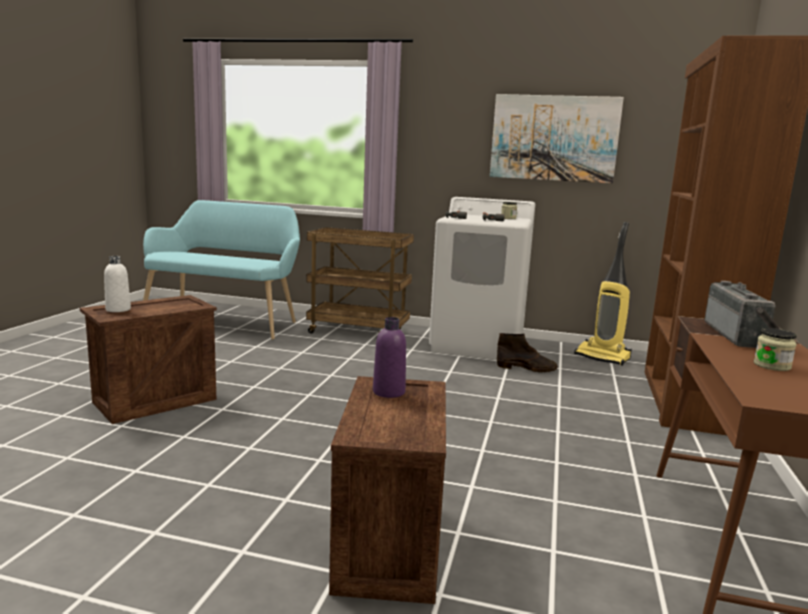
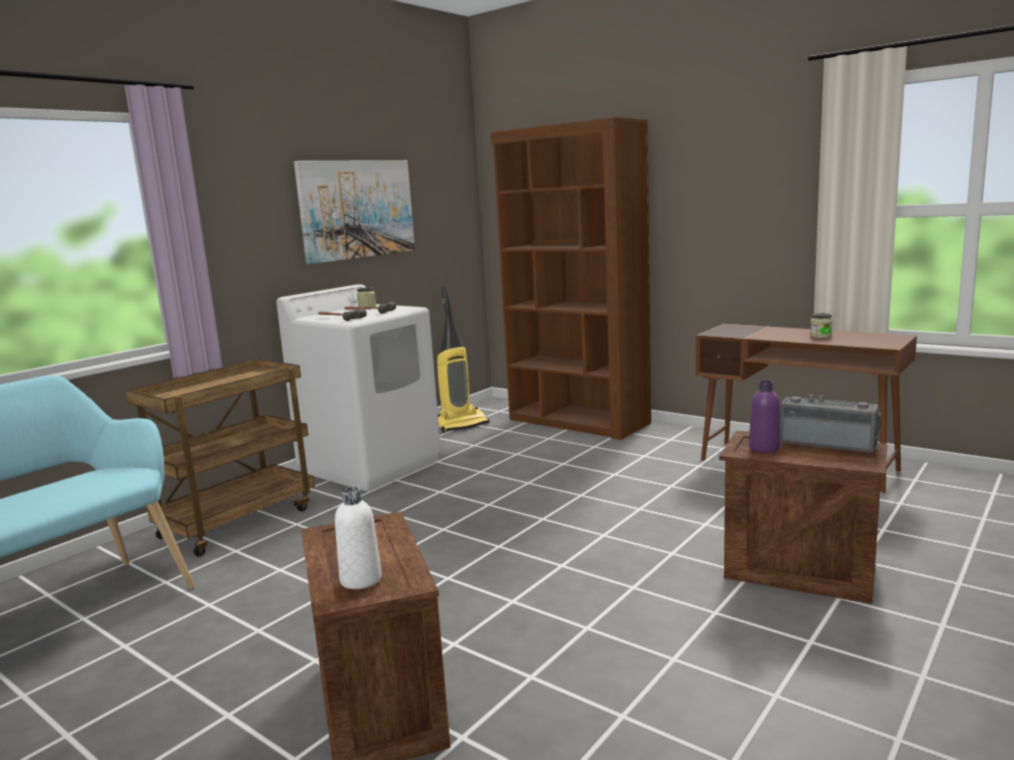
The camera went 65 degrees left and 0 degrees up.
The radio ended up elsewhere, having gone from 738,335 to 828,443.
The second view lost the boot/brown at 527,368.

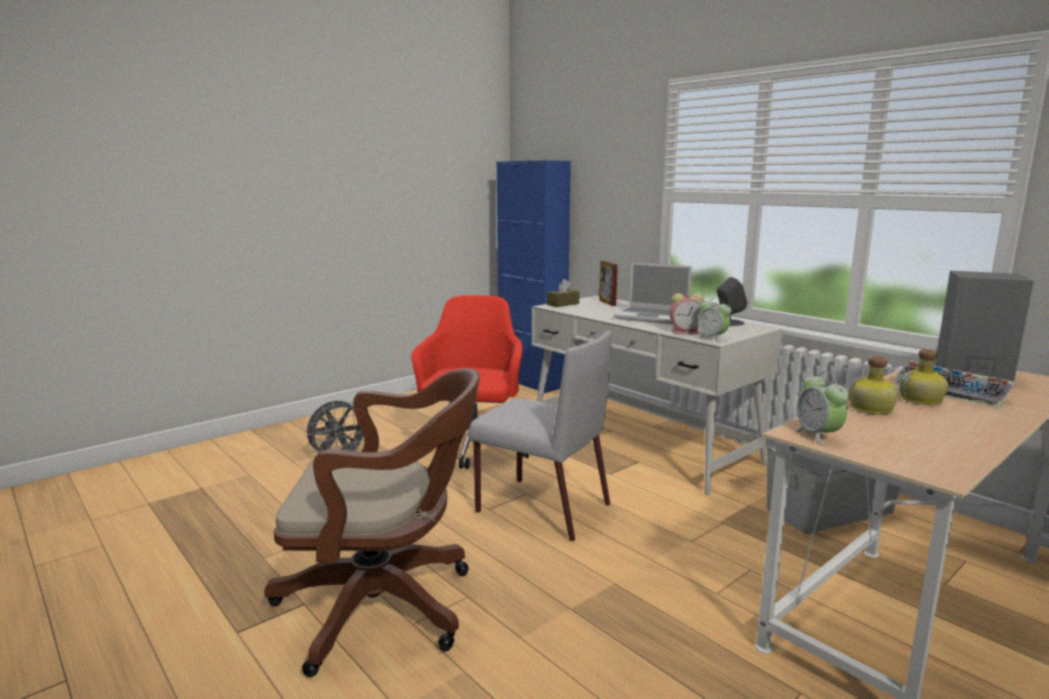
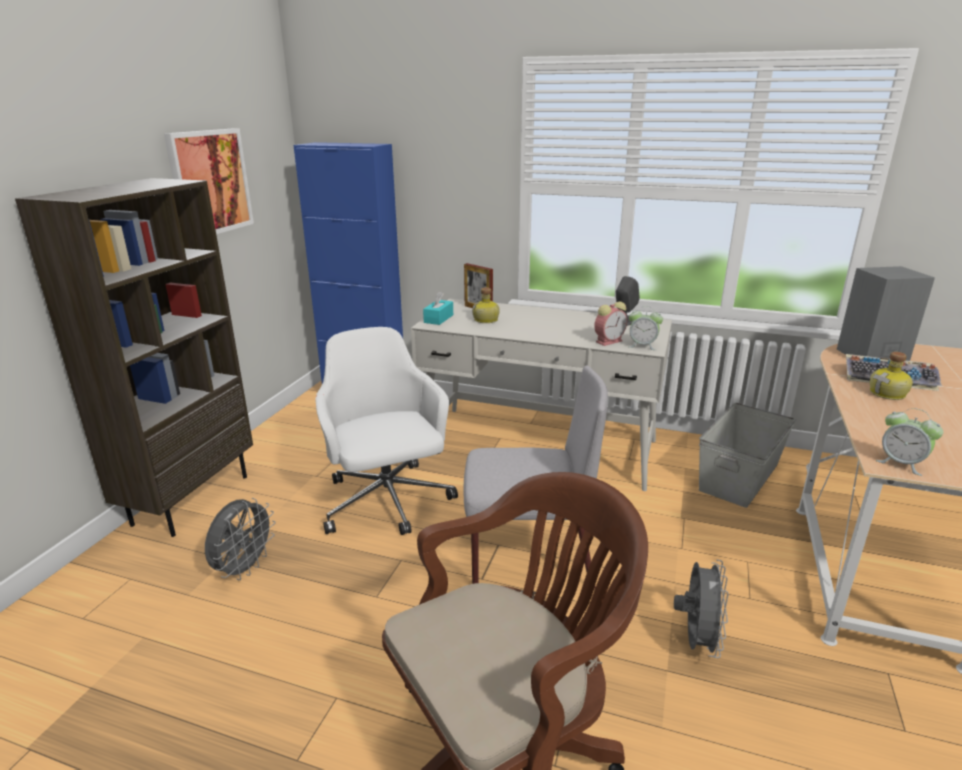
The camera went 30 degrees left and 10 degrees up.
The second view lost the laptop at 653,317.
What was the tissue box/brown at 563,304 turned into the tissue box/turquoise at 438,319.
What was the office chair/red at 472,448 turned into the office chair/white at 387,502.
The bottle ended up elsewhere, having gone from 872,409 to 486,320.
The second view gained the picture at 210,182.
The second view gained the bookcase/brown at 191,499.
The second view gained the fan/grey at 696,641.

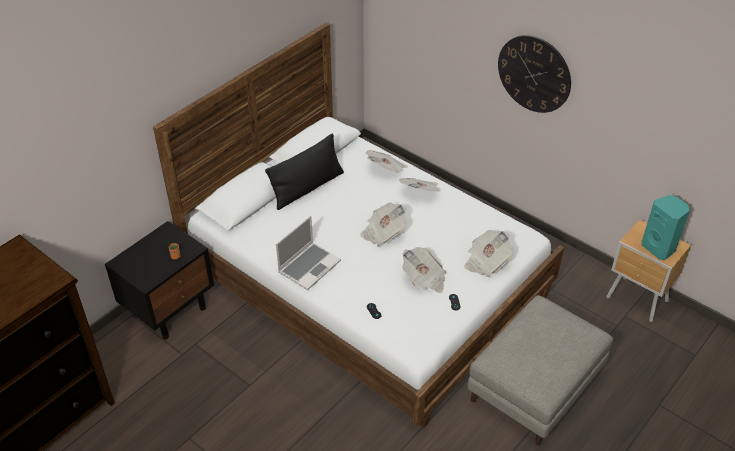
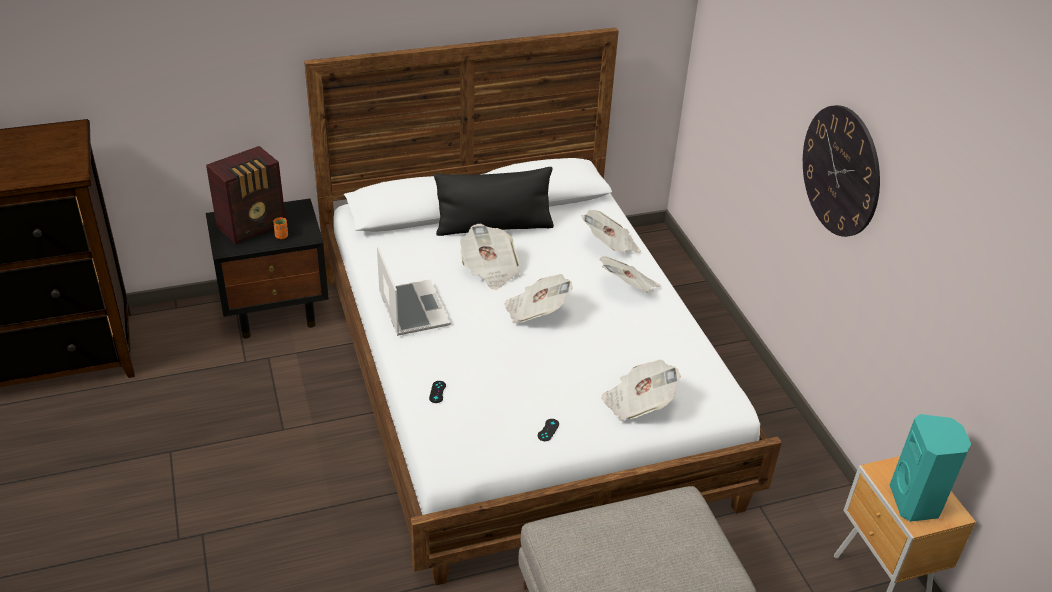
The camera went 30 degrees right and 5 degrees down.
The laptop at 309,266 ended up facing another way, 90 degrees counterclockwise from before.
The newspaper ended up elsewhere, having gone from 424,279 to 490,270.
The second view gained the radio at 253,225.

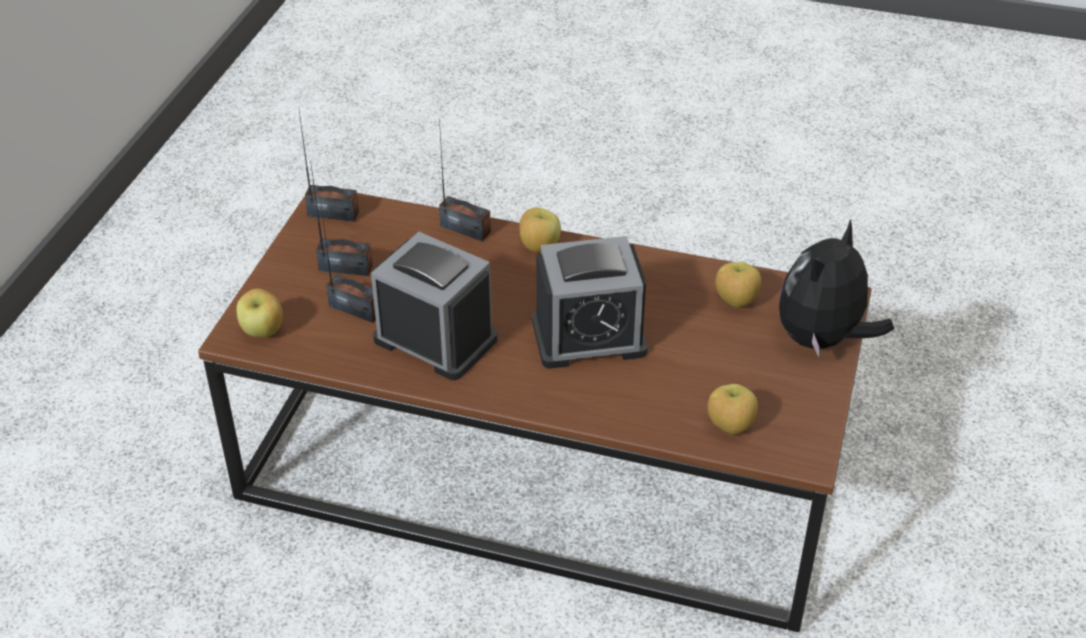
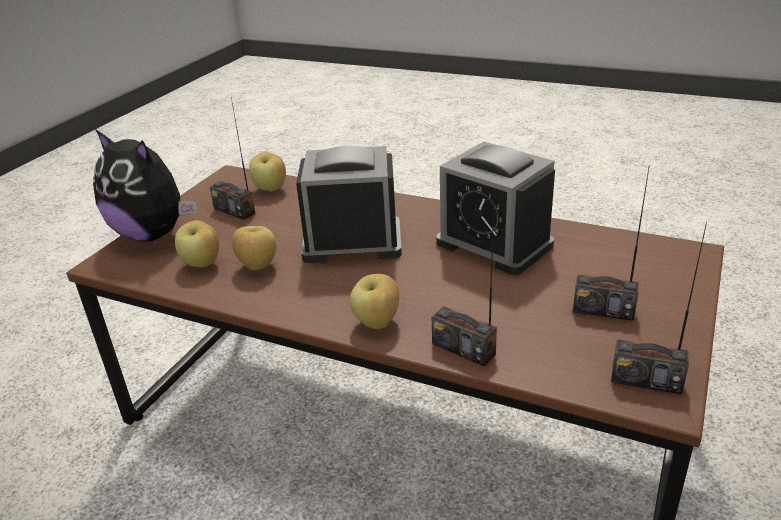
The camera went 170 degrees left and 10 degrees down.
The radio ended up elsewhere, having gone from 355,309 to 234,211.
The plush toy at 822,339 ended up facing another way, 75 degrees clockwise from before.
The apple ended up elsewhere, having gone from 263,331 to 257,266.

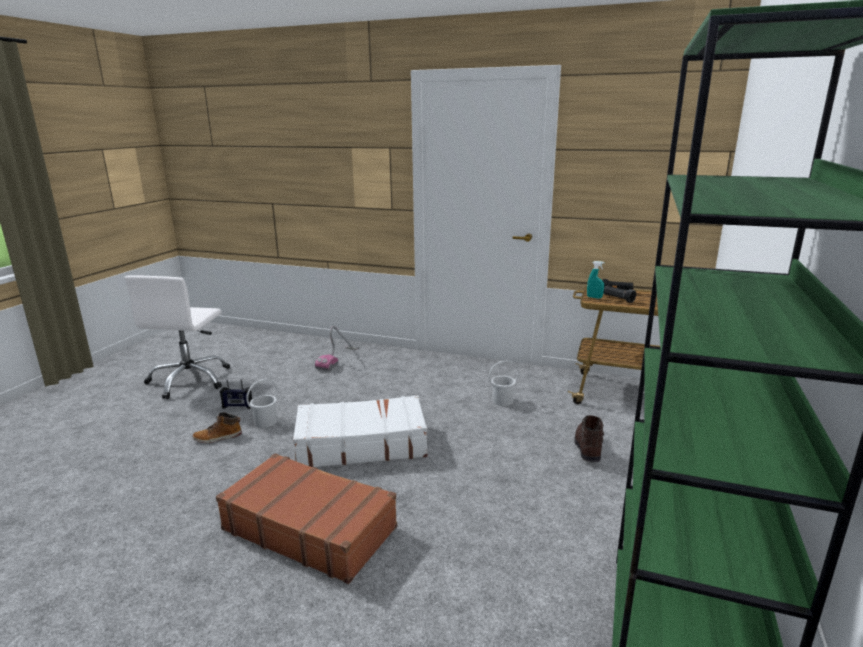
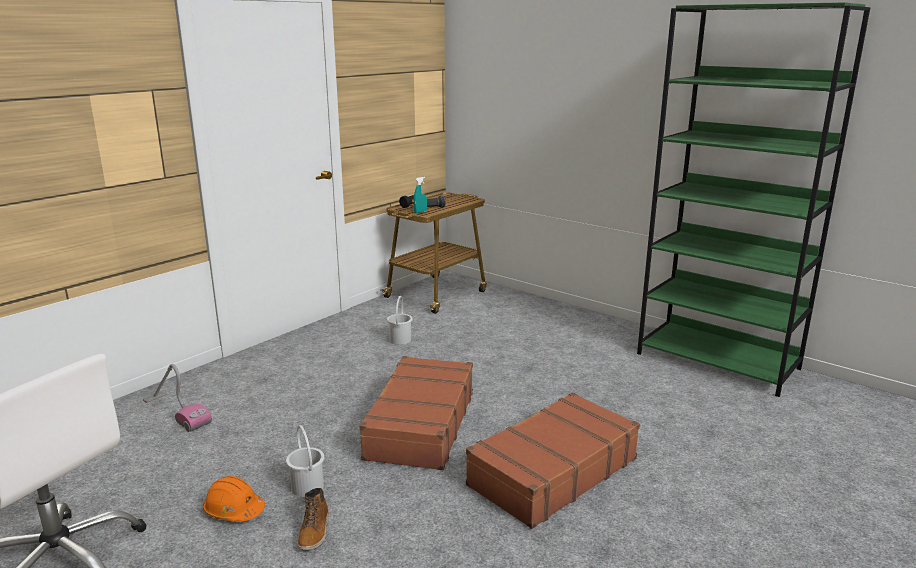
The camera went 70 degrees left and 0 degrees up.
Where the radio stood at 237,406, the hard hat/orange came to stand at 234,510.
What was the suitcase/white at 361,444 turned into the suitcase/brown at 420,425.
The second view lost the boot/brown at 587,448.

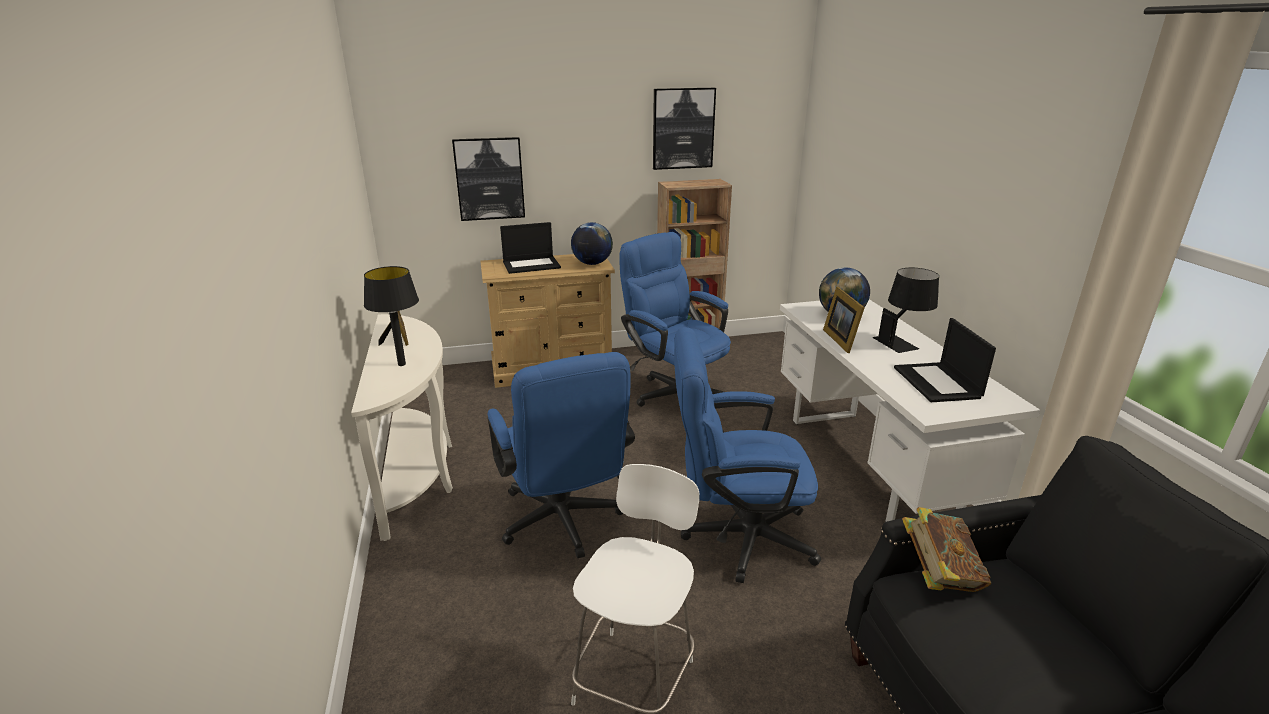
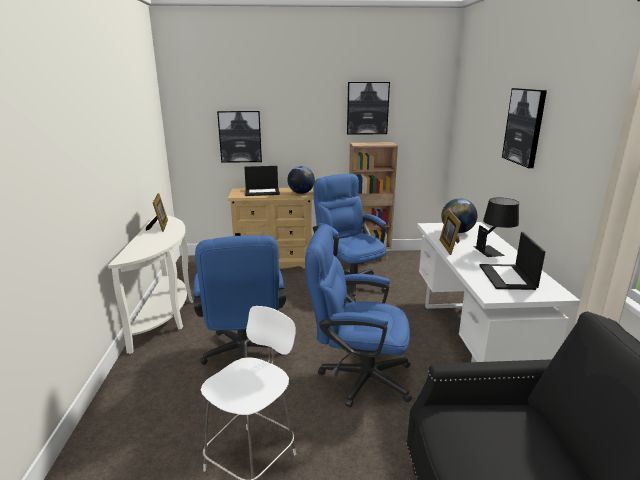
The camera went 10 degrees right and 5 degrees down.
The second view lost the table lamp/black at 402,364.
The second view lost the book at 939,575.
The second view gained the picture at 524,126.

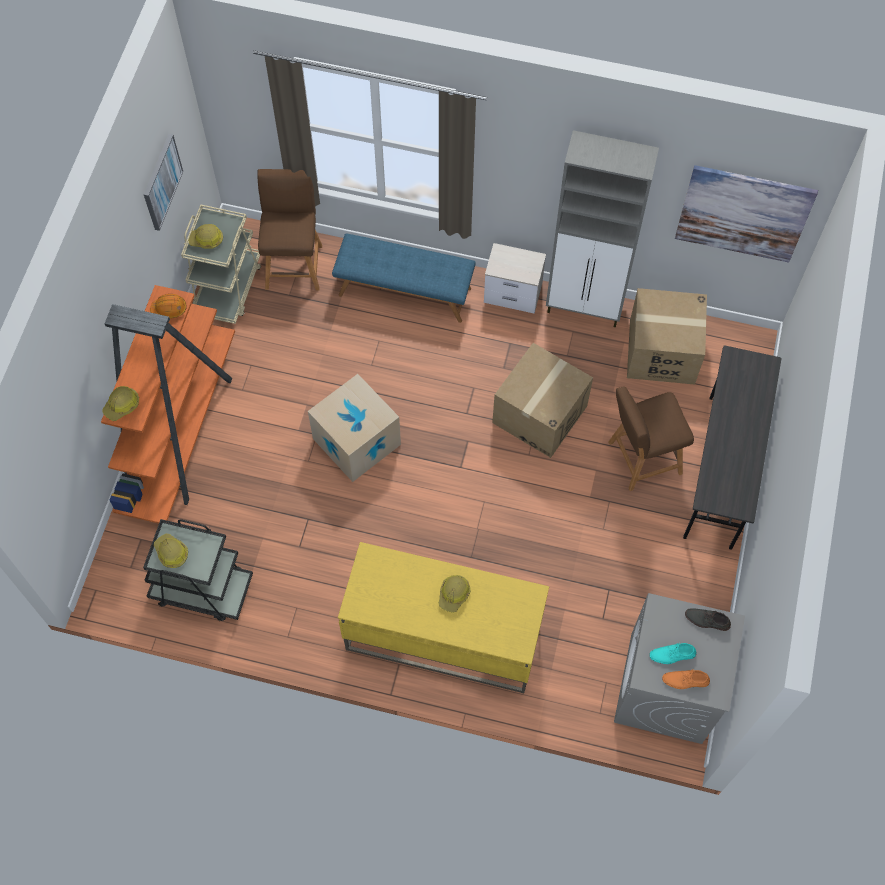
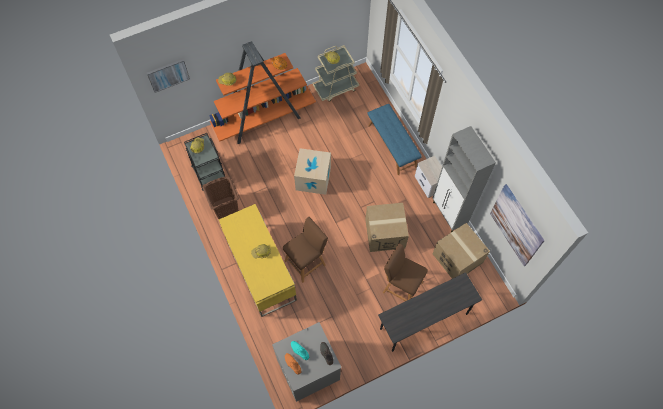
The camera went 50 degrees right and 0 degrees up.
The picture ended up elsewhere, having gone from 161,182 to 168,75.
The stool/brown ended up elsewhere, having gone from 294,264 to 306,262.
The second view gained the laundry basket/brown at 225,207.

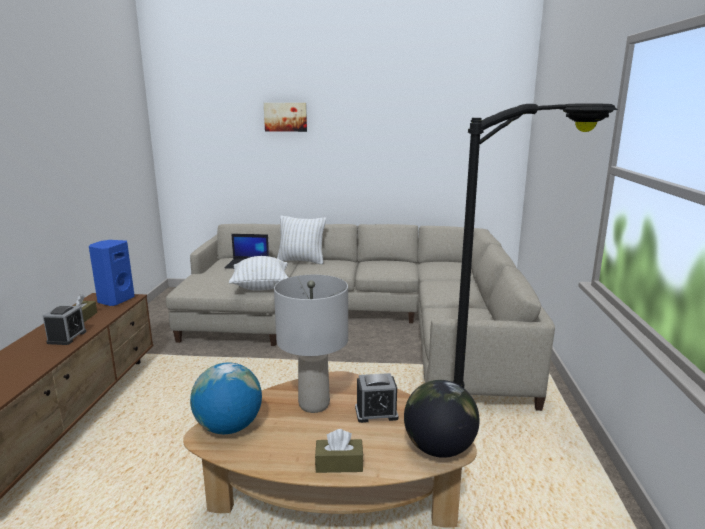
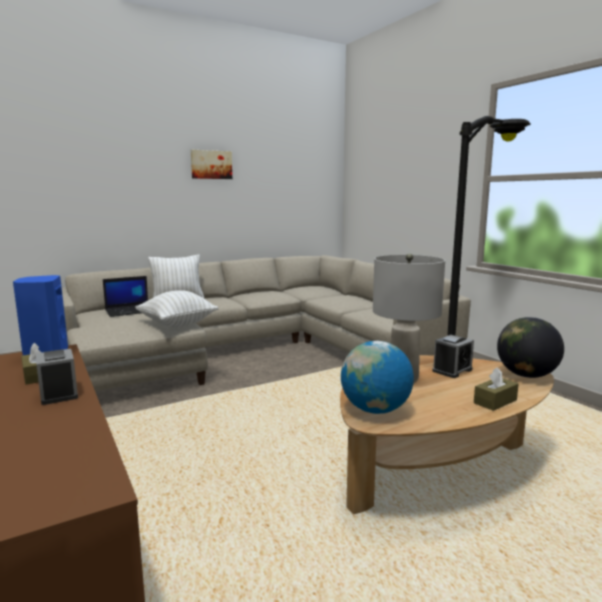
The camera went 35 degrees left and 5 degrees down.
The picture ended up elsewhere, having gone from 285,117 to 211,164.

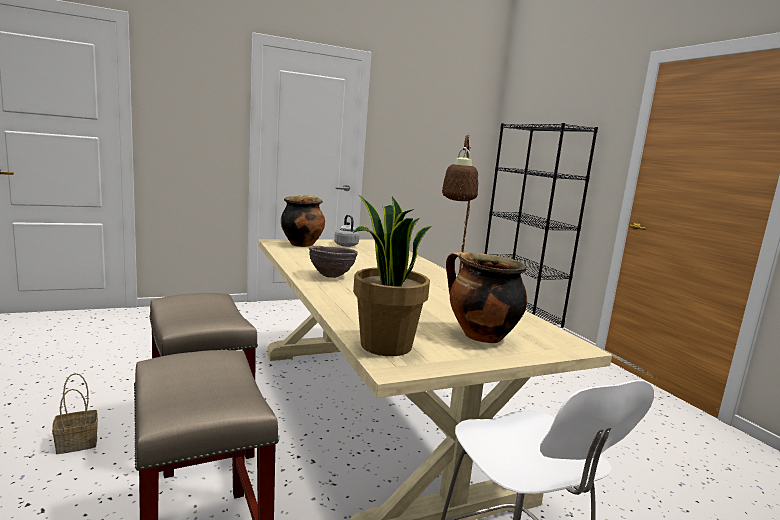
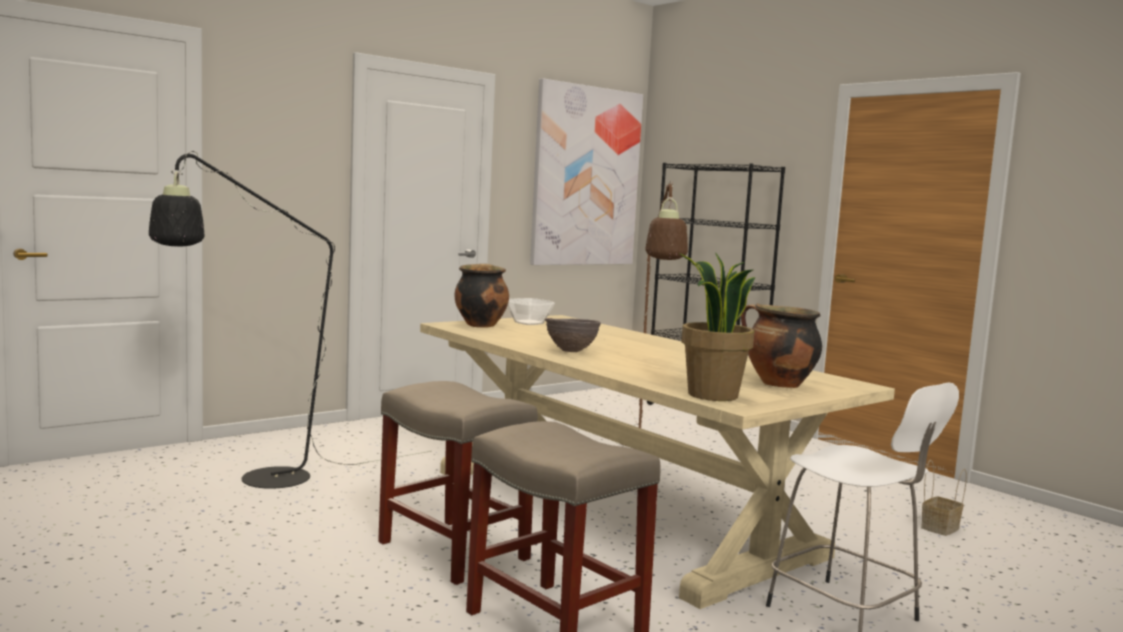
The camera went 15 degrees left and 5 degrees down.
Where the kettle/grey stood at 345,245, the bowl came to stand at 528,323.
The basket ended up elsewhere, having gone from 78,442 to 939,527.
The second view gained the picture at 586,176.
The second view gained the floor lamp/black at 258,480.

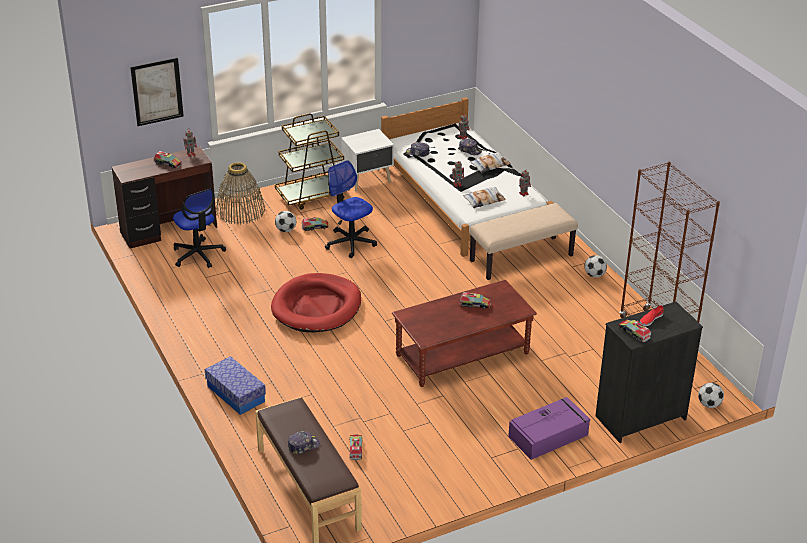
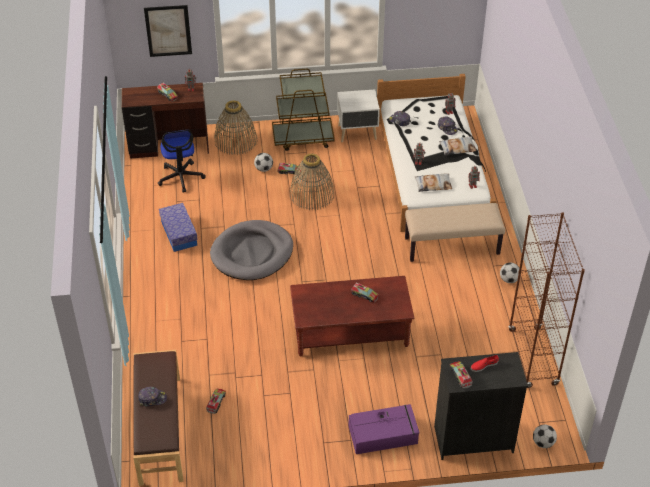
The camera went 20 degrees right and 10 degrees up.
Where the office chair stood at 350,242, the basket came to stand at 312,194.
What was the dog bed/red at 317,307 turned into the dog bed/grey at 252,253.
The storage box ended up elsewhere, having gone from 236,394 to 179,233.

